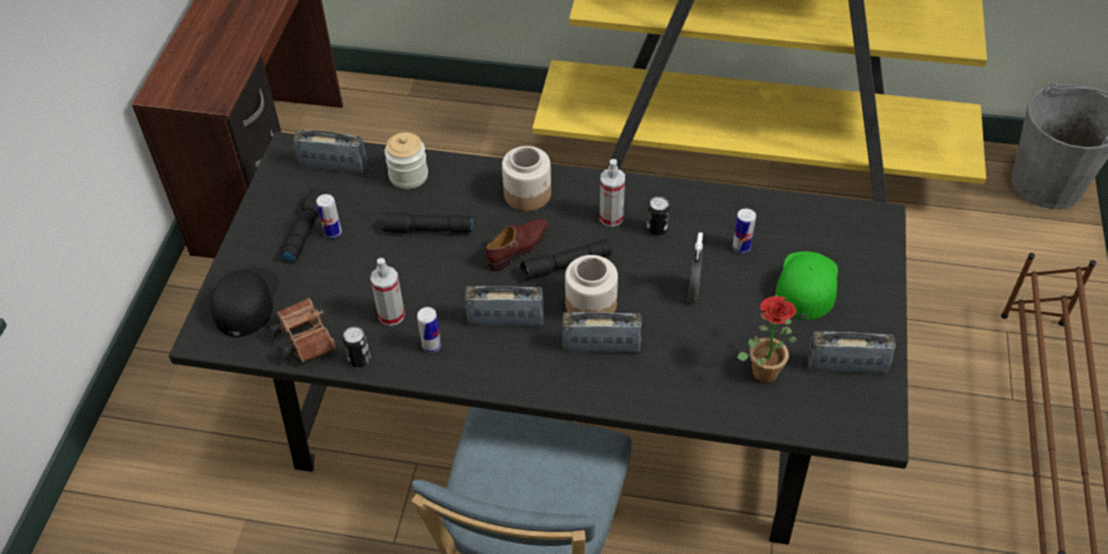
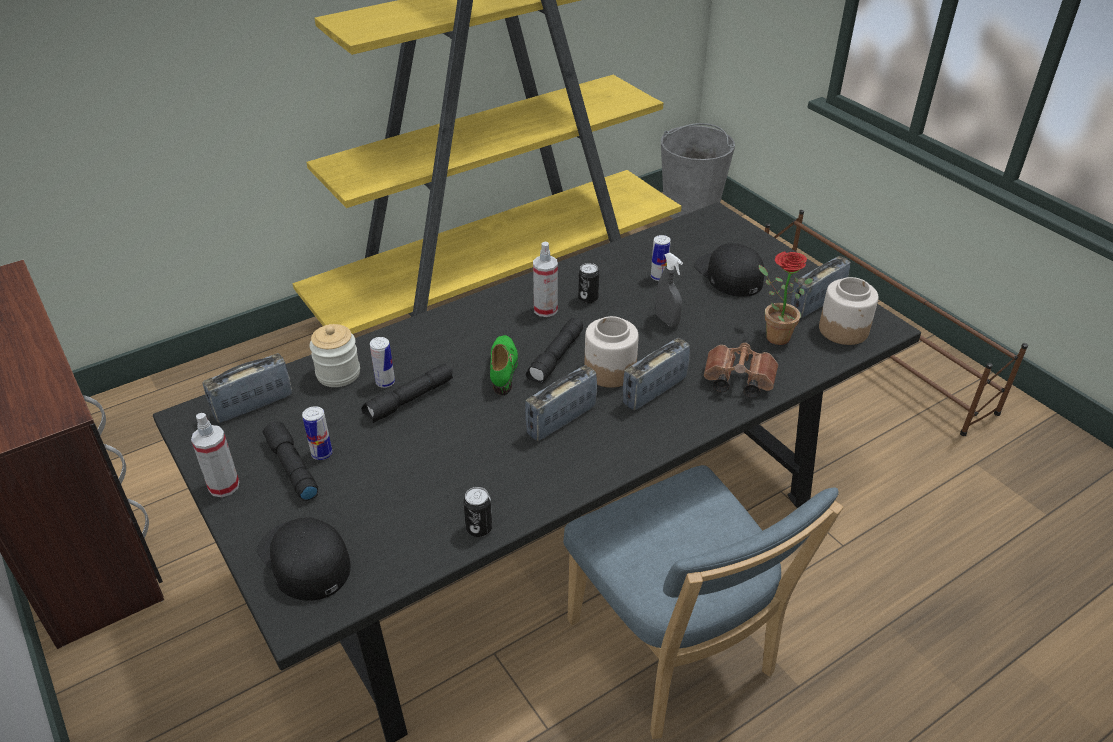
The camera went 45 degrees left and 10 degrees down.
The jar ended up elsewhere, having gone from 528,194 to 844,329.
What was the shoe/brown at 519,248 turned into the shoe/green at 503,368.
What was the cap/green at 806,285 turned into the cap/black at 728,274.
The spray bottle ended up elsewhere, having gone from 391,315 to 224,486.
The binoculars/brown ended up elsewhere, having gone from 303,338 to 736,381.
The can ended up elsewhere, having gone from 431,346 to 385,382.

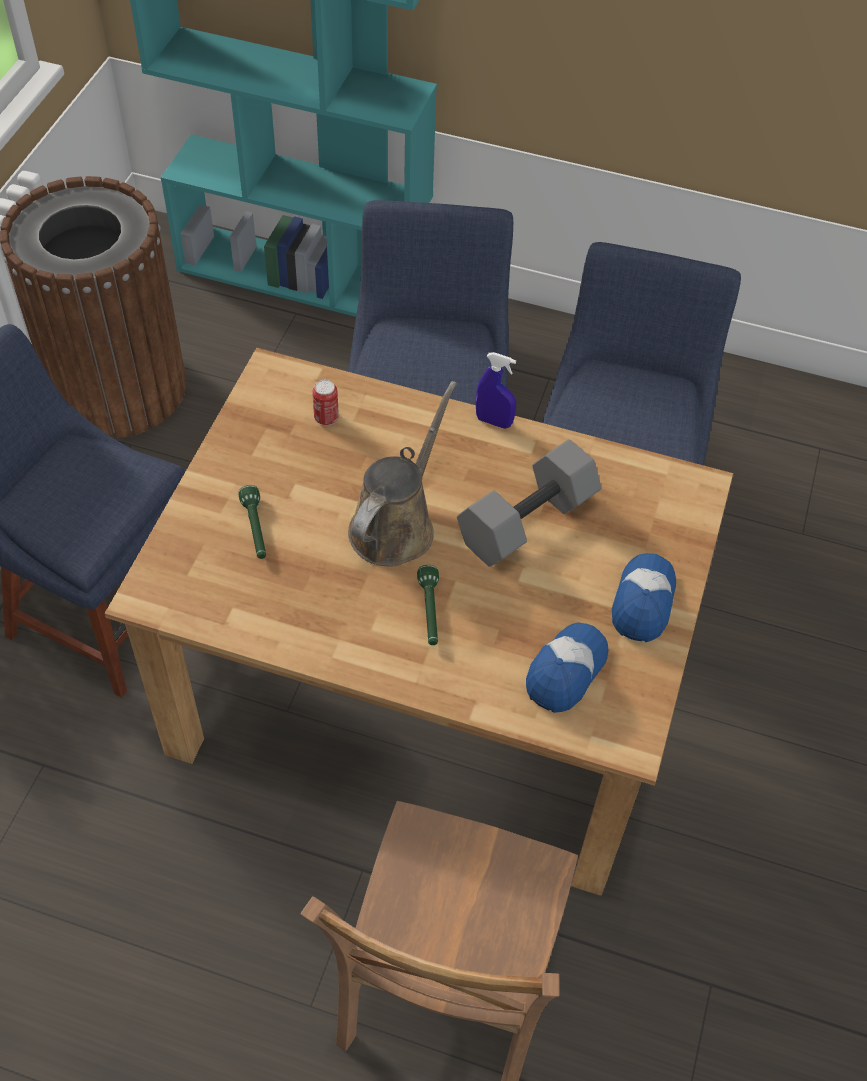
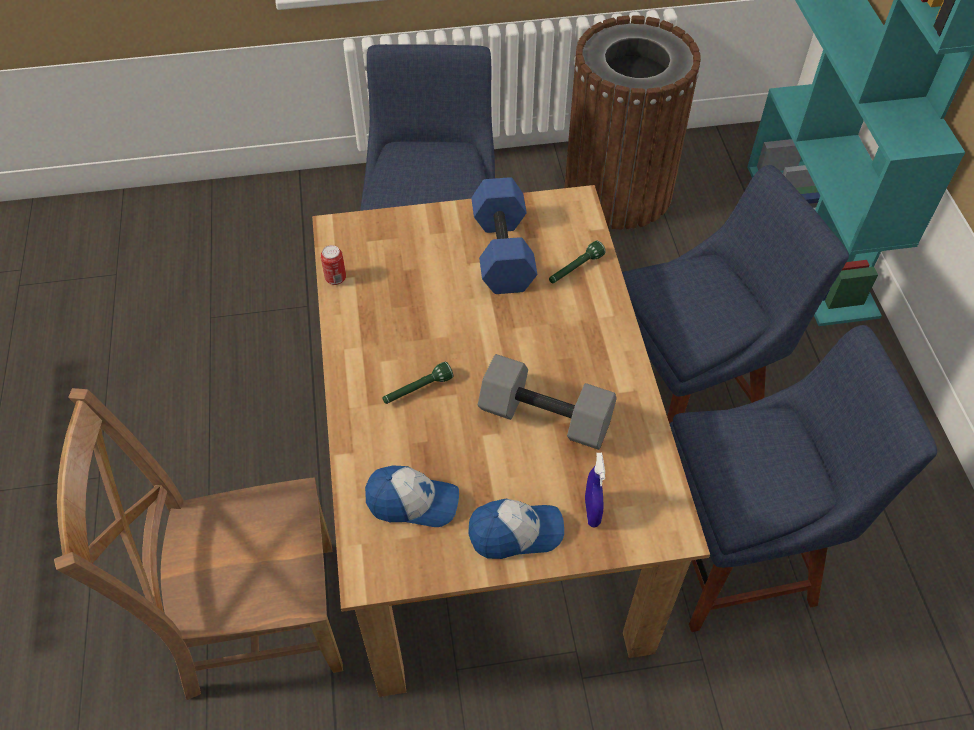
The camera went 65 degrees right and 0 degrees up.
The spray bottle/blue ended up elsewhere, having gone from 494,421 to 592,512.
The can ended up elsewhere, having gone from 326,418 to 335,279.
The second view lost the watering can/brown at 396,525.
The flashlight/green ended up elsewhere, having gone from 255,529 to 575,269.
The second view gained the dumbbell/blue at 504,252.

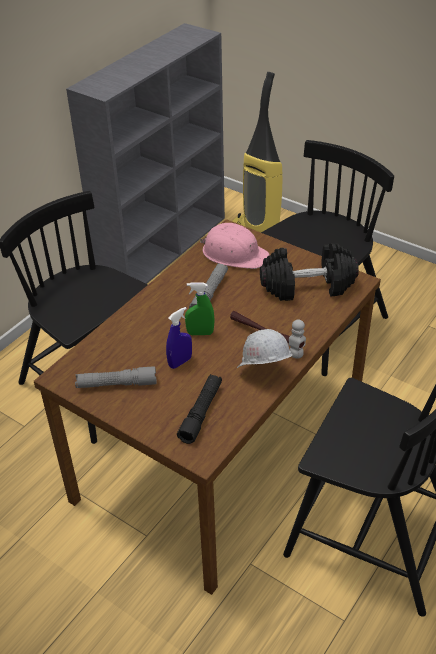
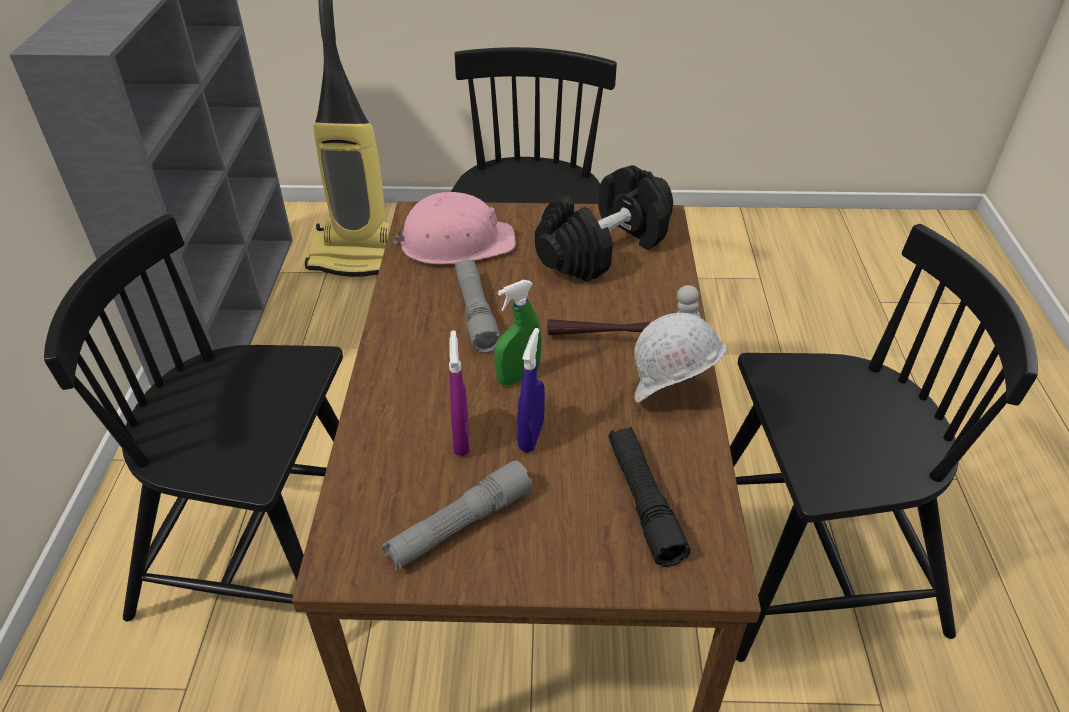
The camera went 35 degrees left and 0 degrees up.
The second view gained the spray bottle/purple at 461,439.

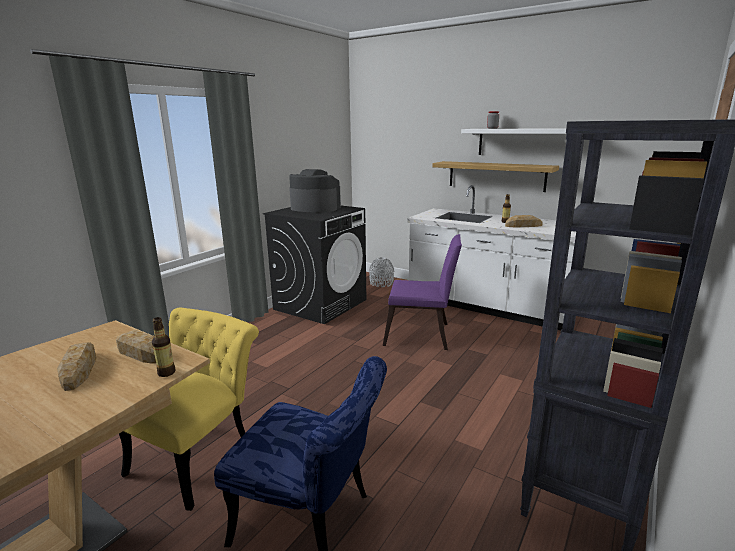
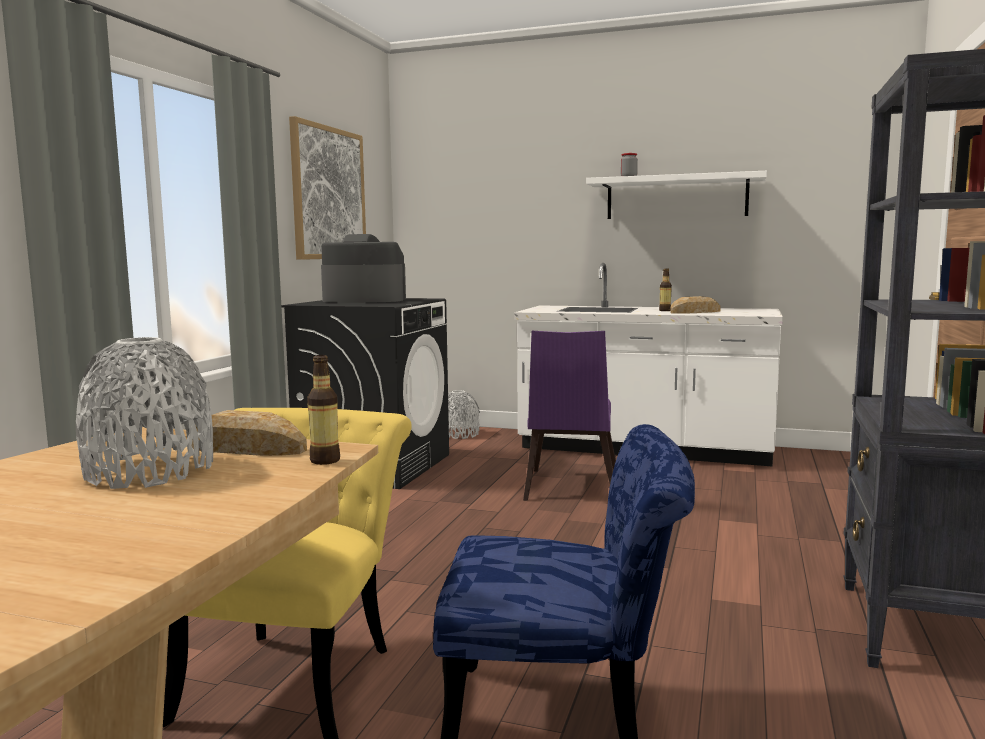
The camera went 15 degrees left and 10 degrees down.
The second view lost the shelf at 496,176.
The chair/purple at 421,336 ended up facing another way, 105 degrees clockwise from before.
Where the bread stood at 79,370, the vase/grey came to stand at 150,471.
The second view gained the picture at 328,193.

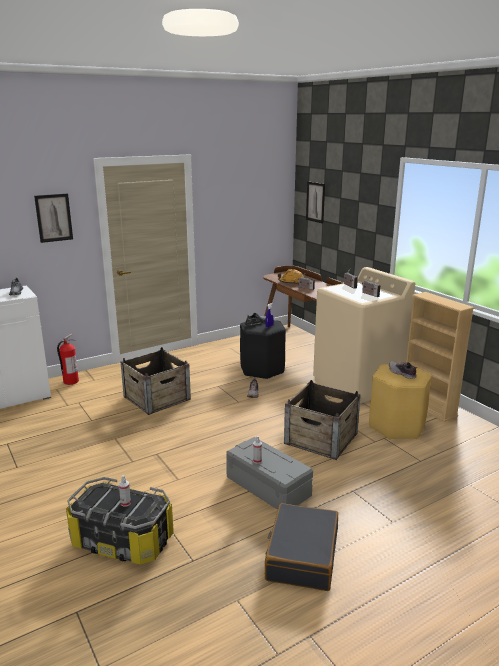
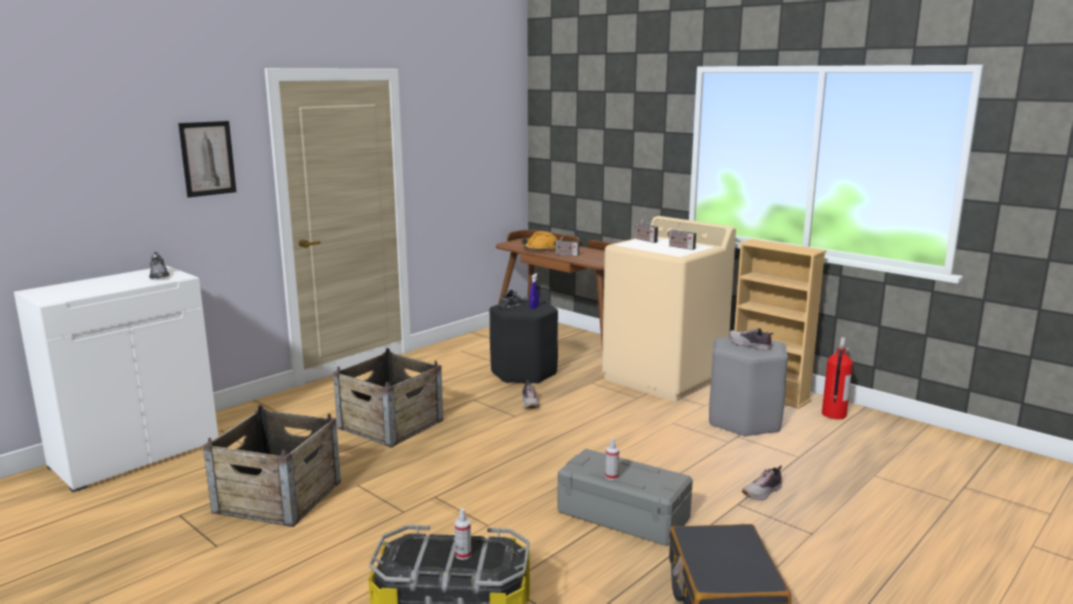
The camera went 15 degrees left and 5 degrees down.
The second view lost the picture at 315,202.
The fire extinguisher ended up elsewhere, having gone from 70,381 to 833,415.
What was the stool/yellow at 396,426 turned into the stool/grey at 744,421.
The crate ended up elsewhere, having gone from 321,438 to 279,496.
The second view gained the shoe at 763,492.

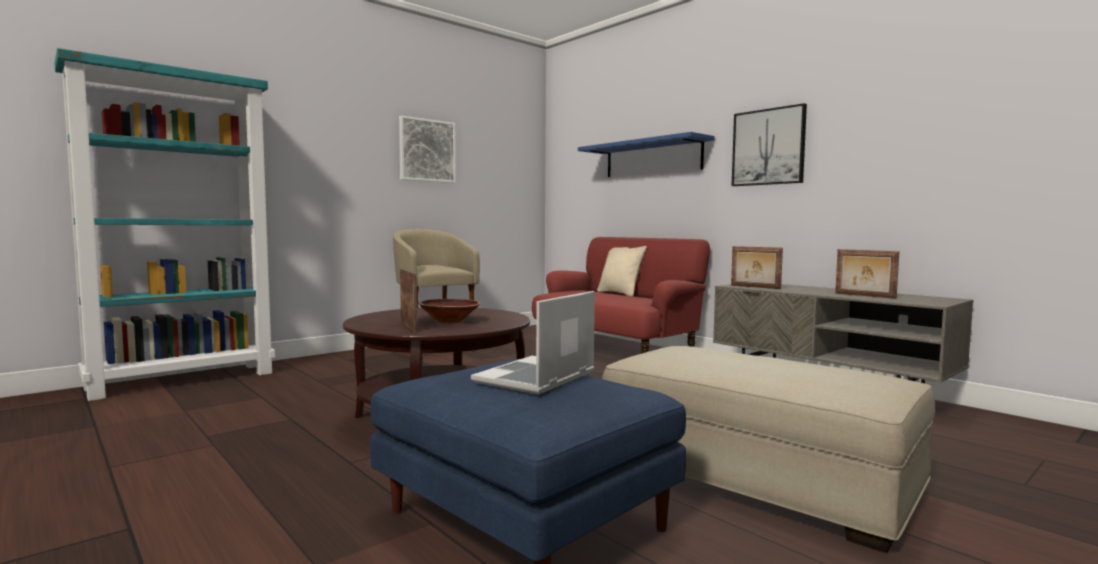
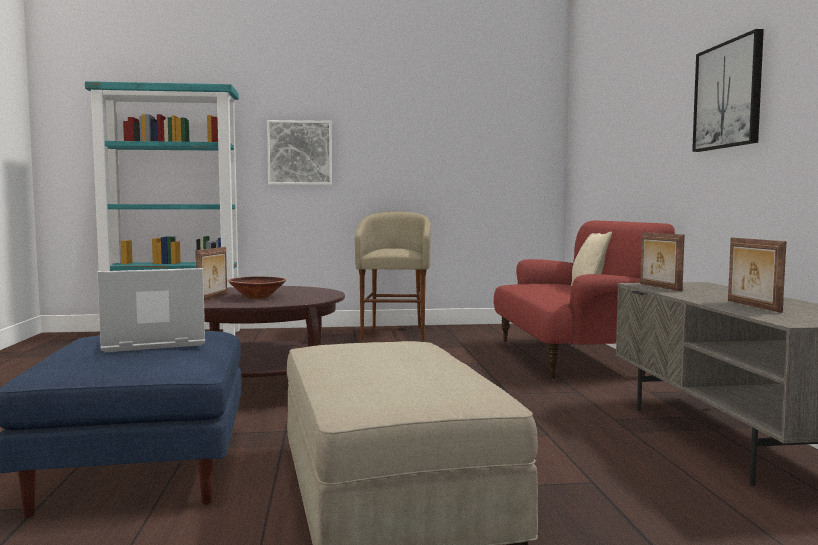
The camera went 35 degrees right and 0 degrees up.
The picture ended up elsewhere, having gone from 427,150 to 299,153.
The second view lost the shelf/blue at 652,158.

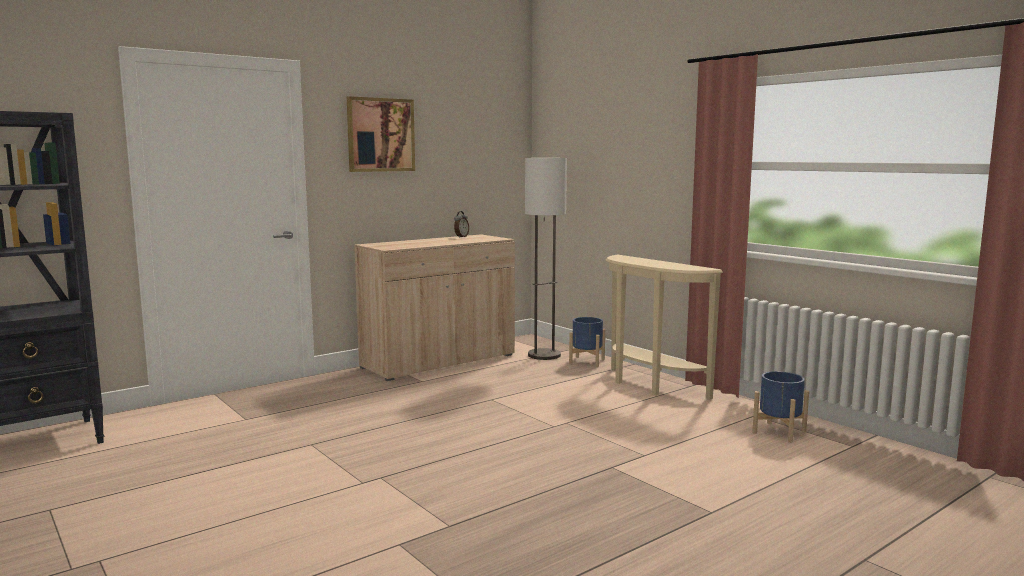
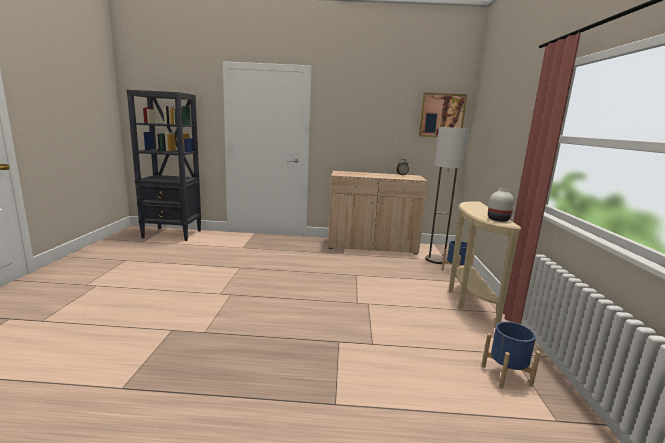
The camera went 40 degrees right and 5 degrees up.
The picture ended up elsewhere, having gone from 380,135 to 442,115.
The second view gained the vase/white at 498,220.

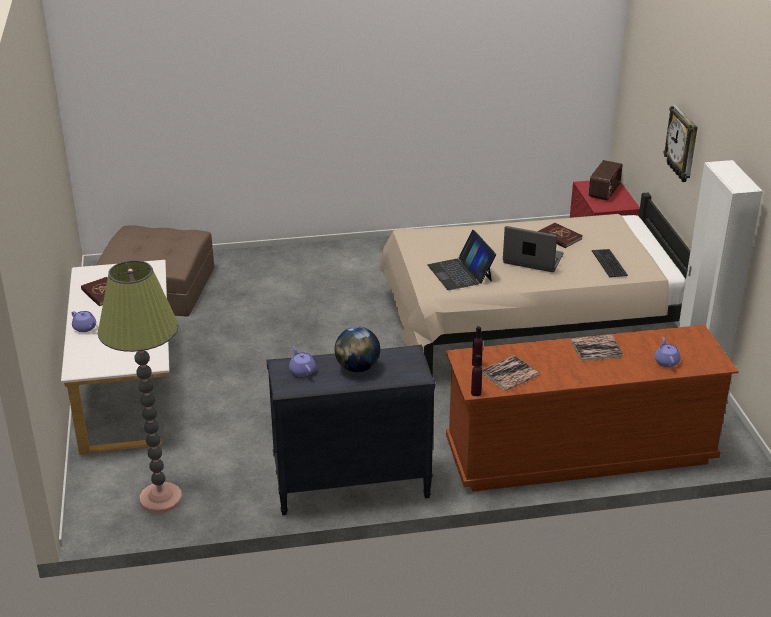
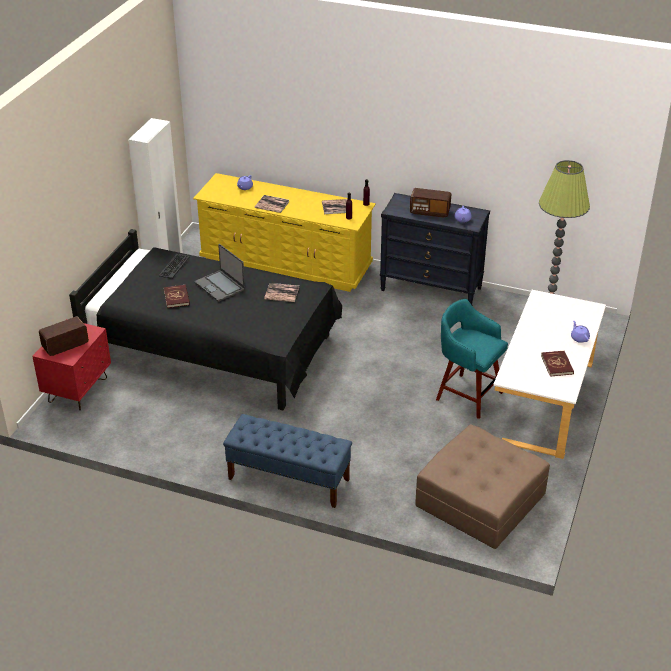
The camera went 150 degrees left and 5 degrees up.
The second view lost the wall clock at 682,144.
What was the bed/beige at 527,324 turned into the bed/black at 215,350.
Where the laptop stood at 460,273, the book came to stand at 281,293.
What was the dresser/brown at 579,452 turned into the dresser/yellow at 285,263.
Where the globe stood at 357,368, the radio came to stand at 429,212.
The second view gained the stool/turquoise at 467,395.
The second view gained the bench/blue at 288,479.

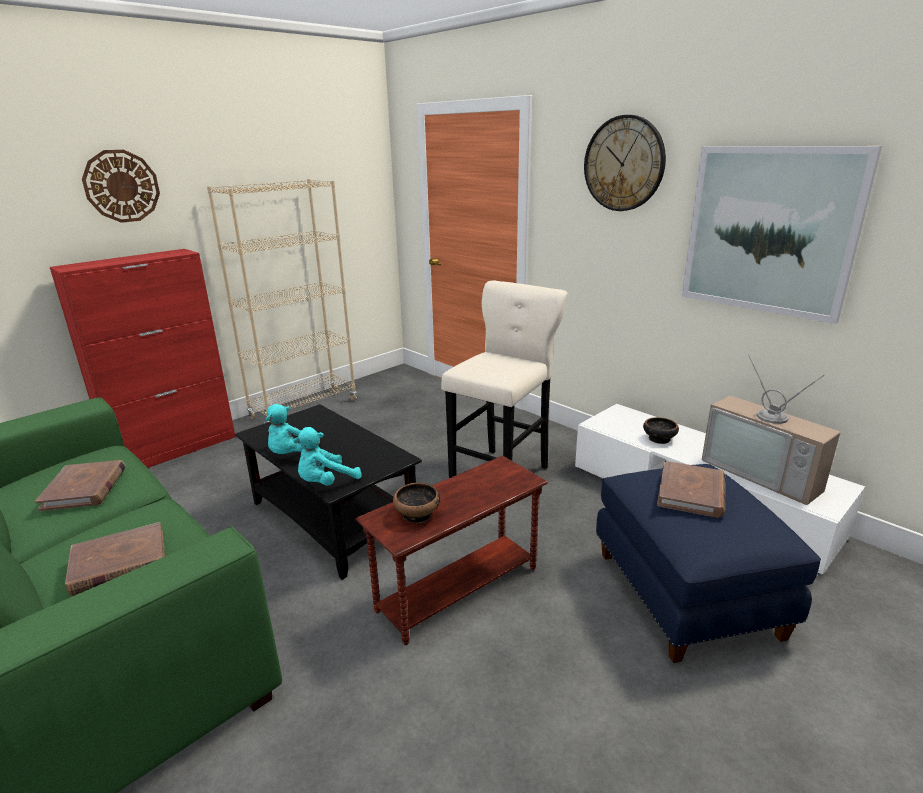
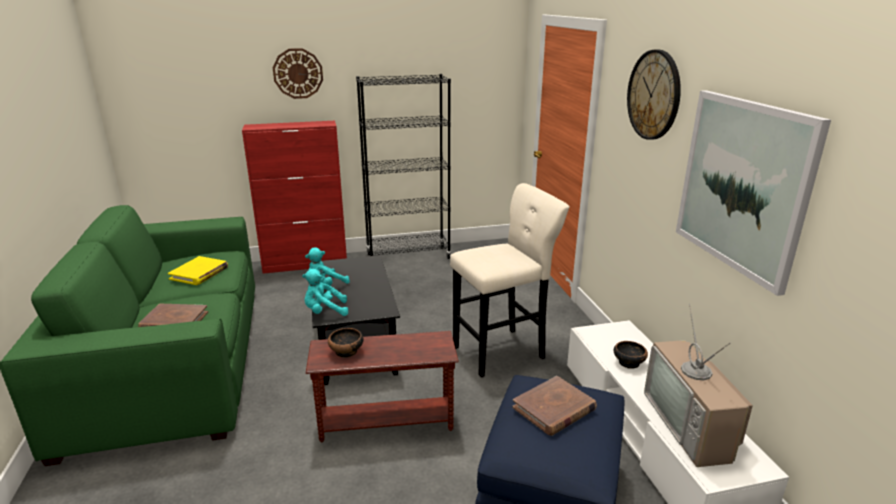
The camera went 30 degrees right and 0 degrees up.
What was the bookcase/beige at 304,409 turned into the bookcase/black at 408,256.
What was the book/brown at 85,488 turned into the book/yellow at 199,273.

